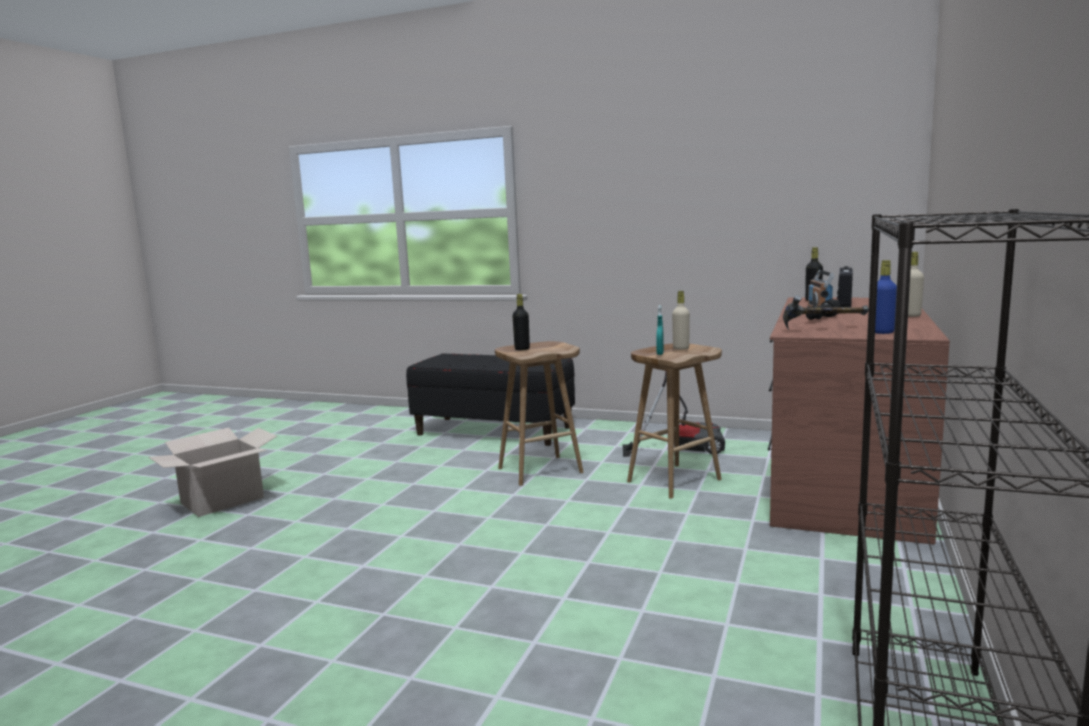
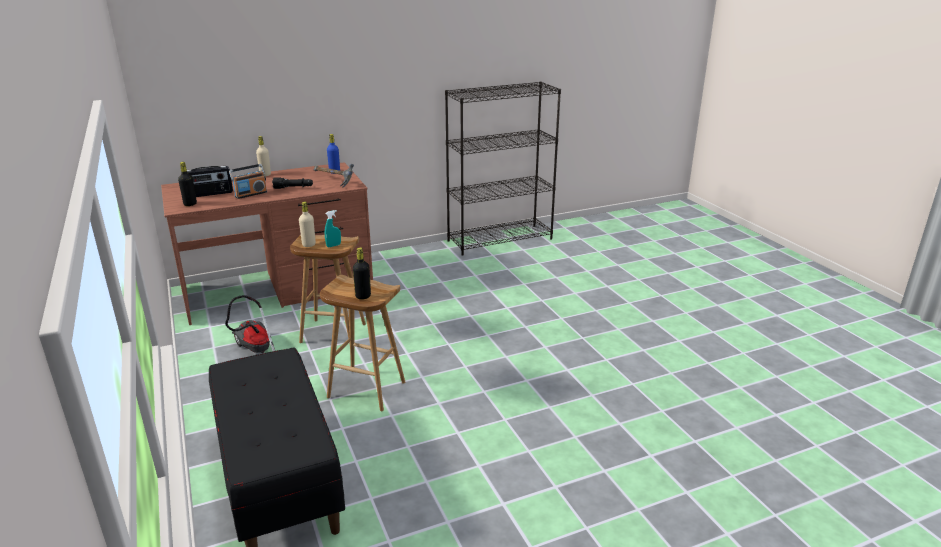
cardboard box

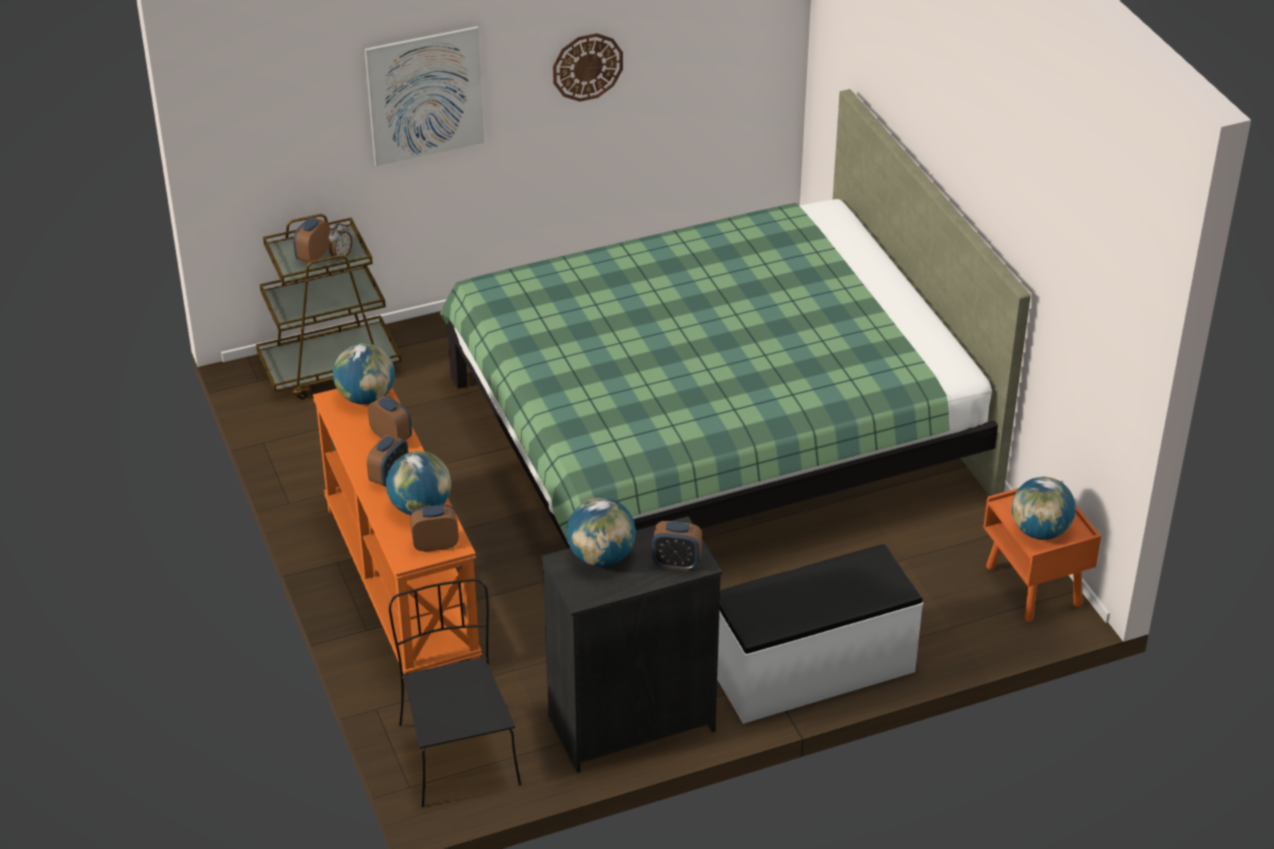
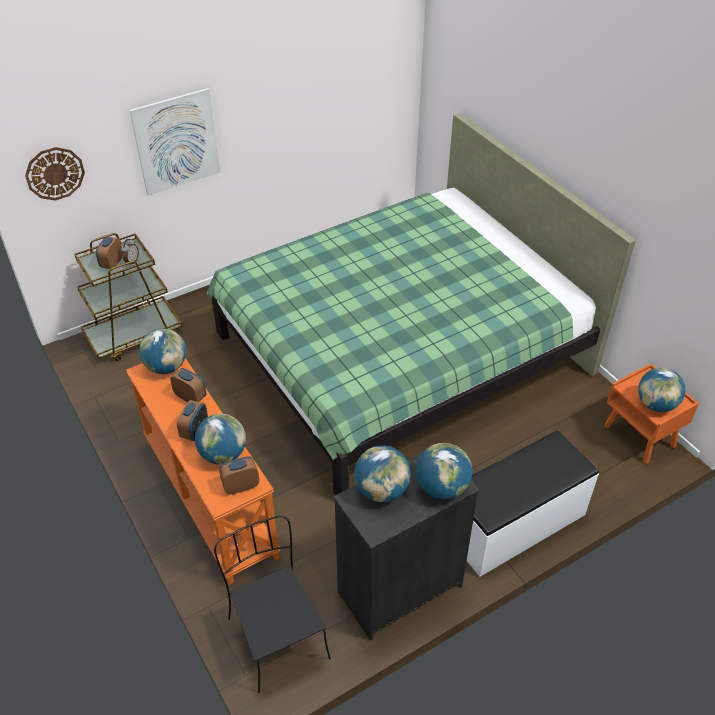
wall clock
desk globe (no. 4 from left)

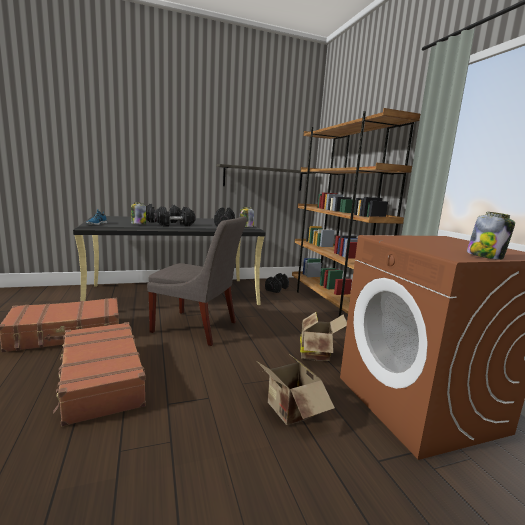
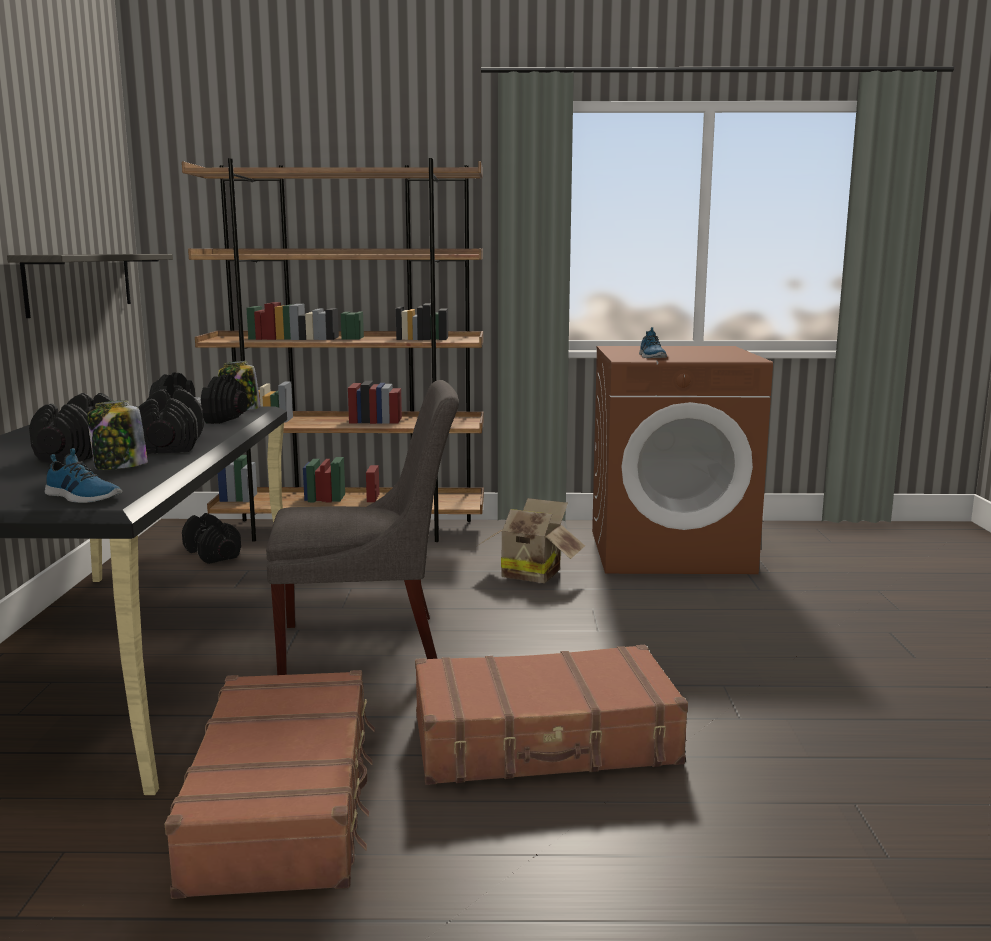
preserve jar (no. 3 from left in the first image)
chair (gray)
cardboard box (no. 1 from left in the first image)
low shoe (no. 2 from left)

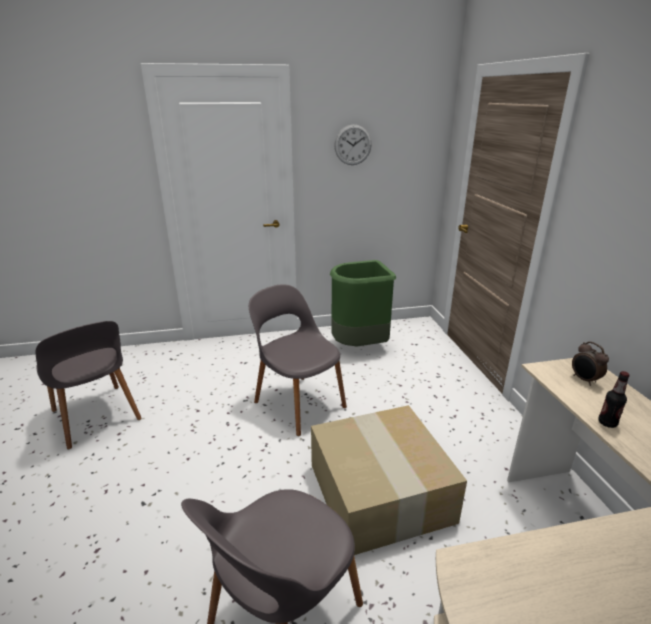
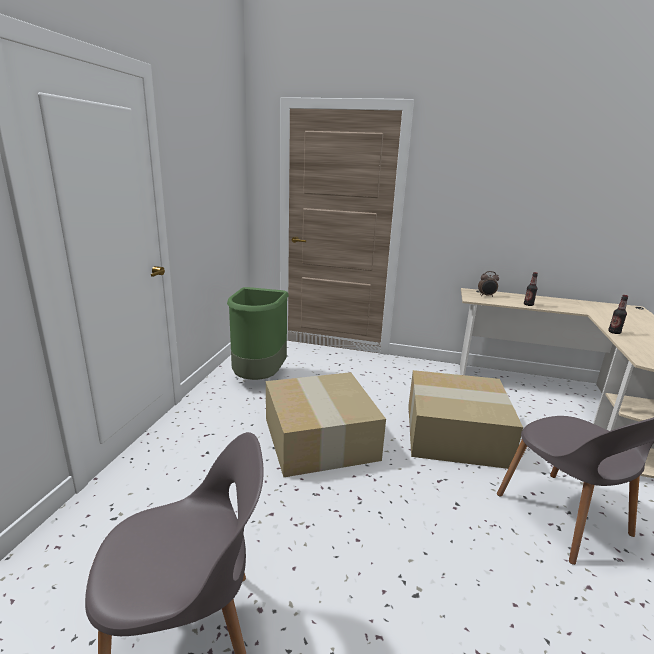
wall clock
cardboard box (no. 1 from left)
bottle (no. 2 from left)

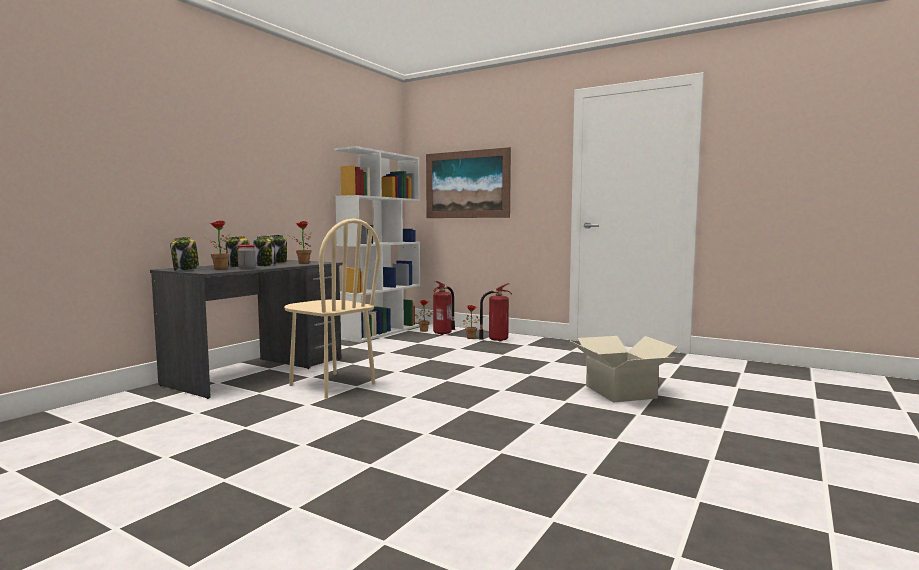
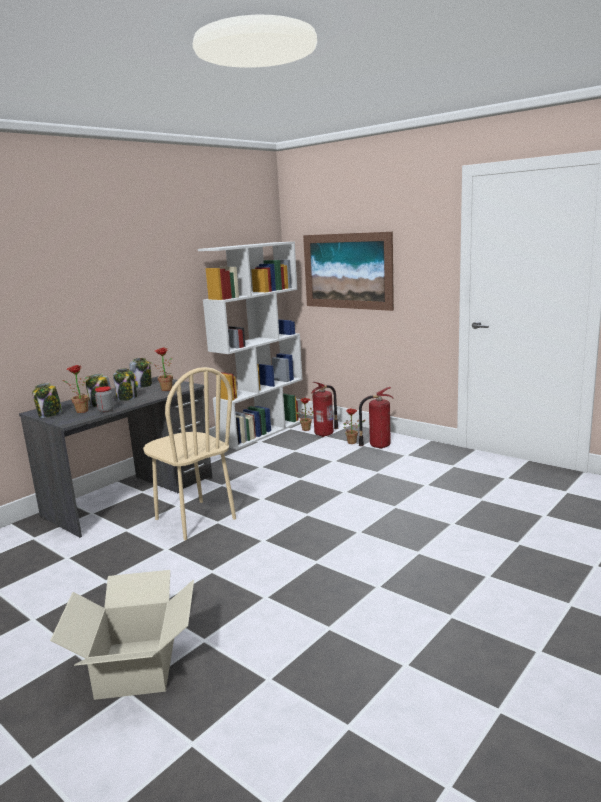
cardboard box

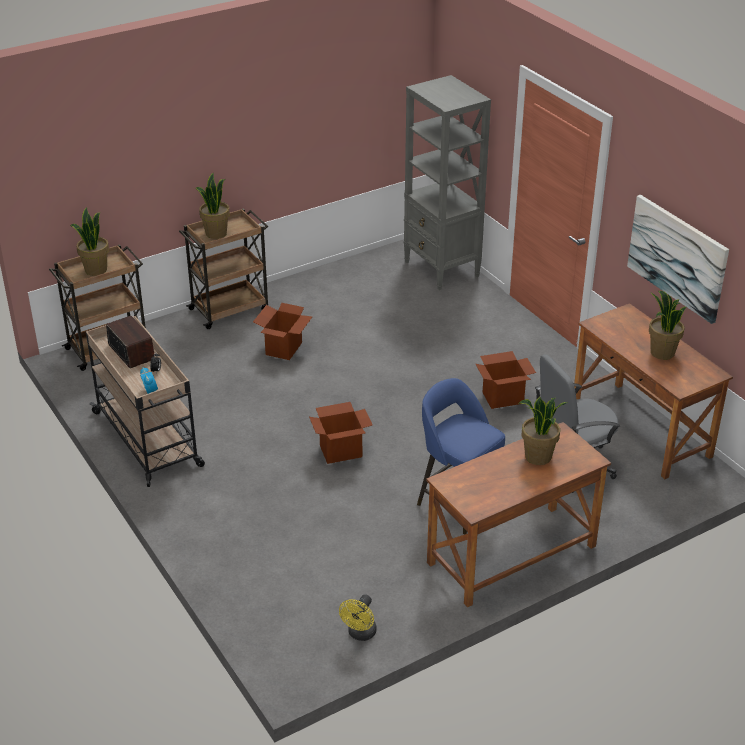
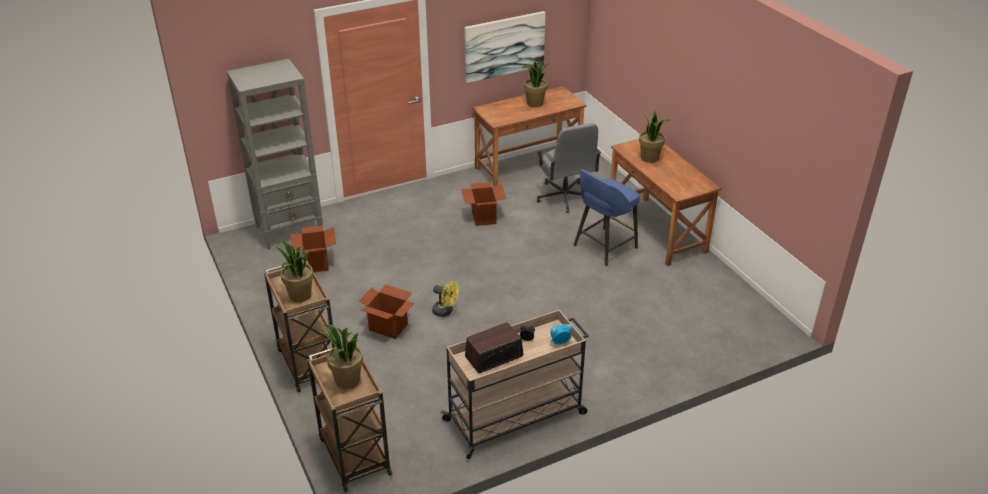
cardboard box (no. 1 from left)
fan (yellowish)

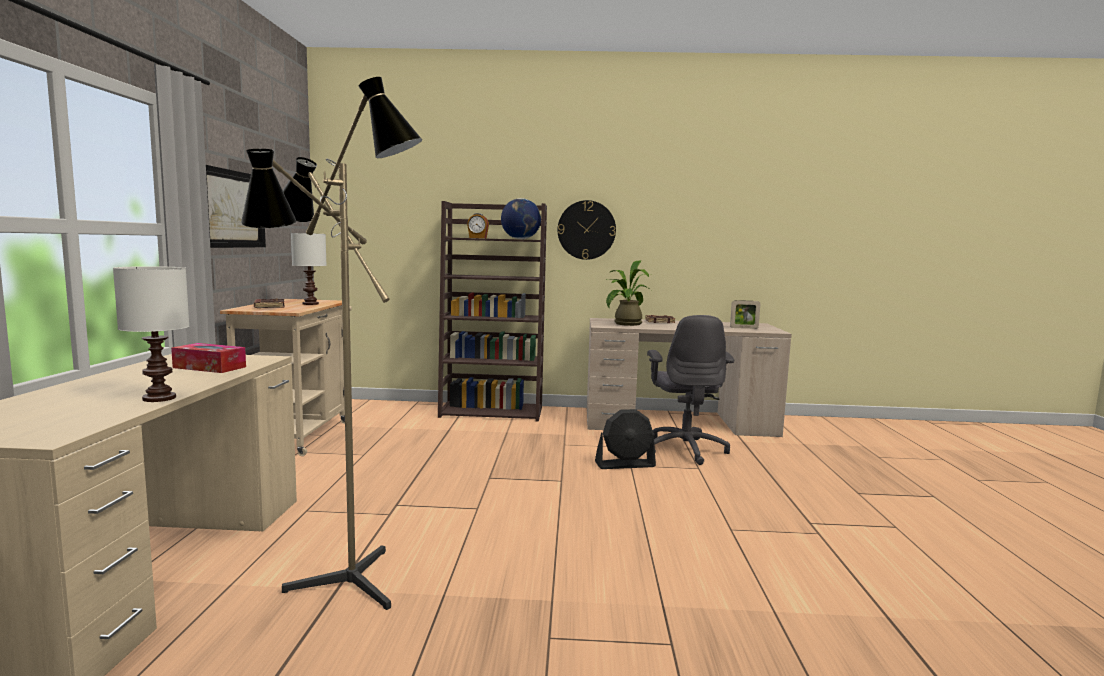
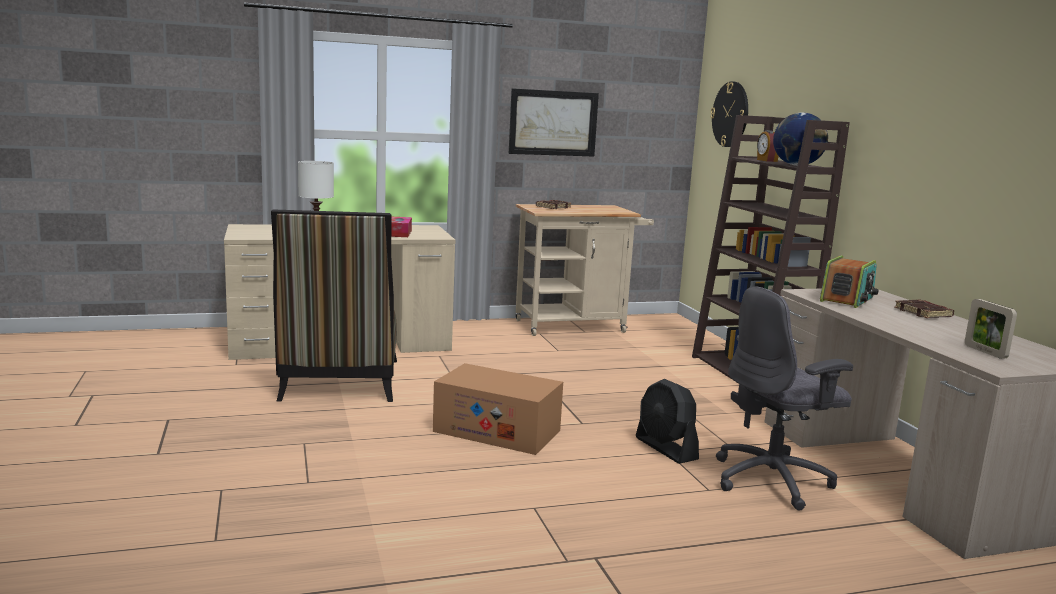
chair
wall clock
table lamp (white) (no. 2 from left in the first image)
radio set
cardboard box

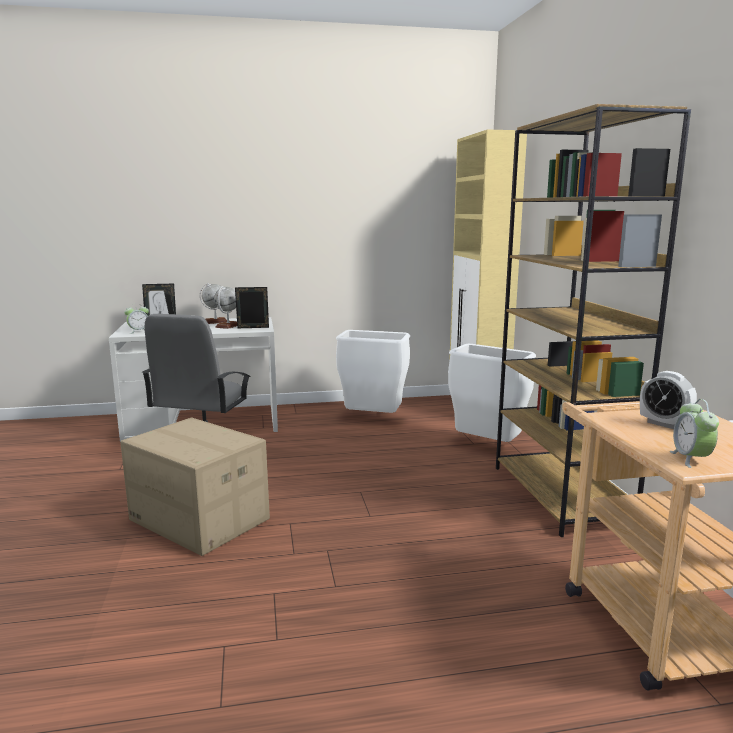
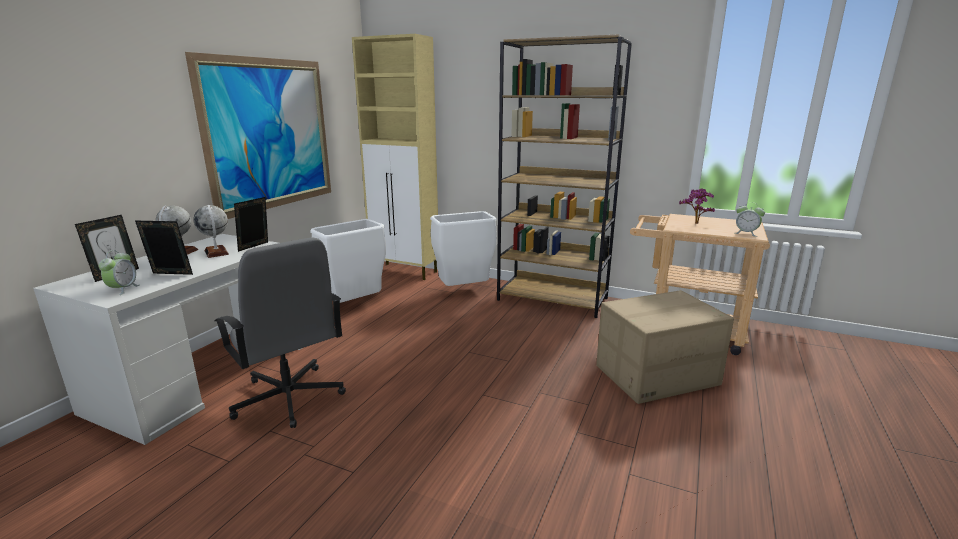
plant in a pot
cardboard box
wall picture

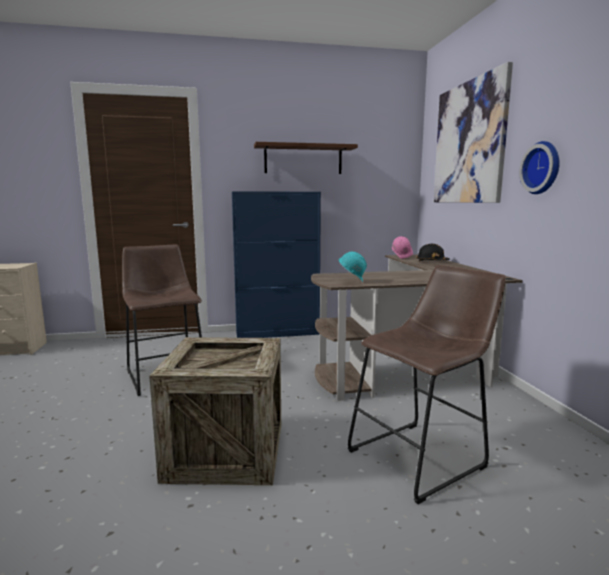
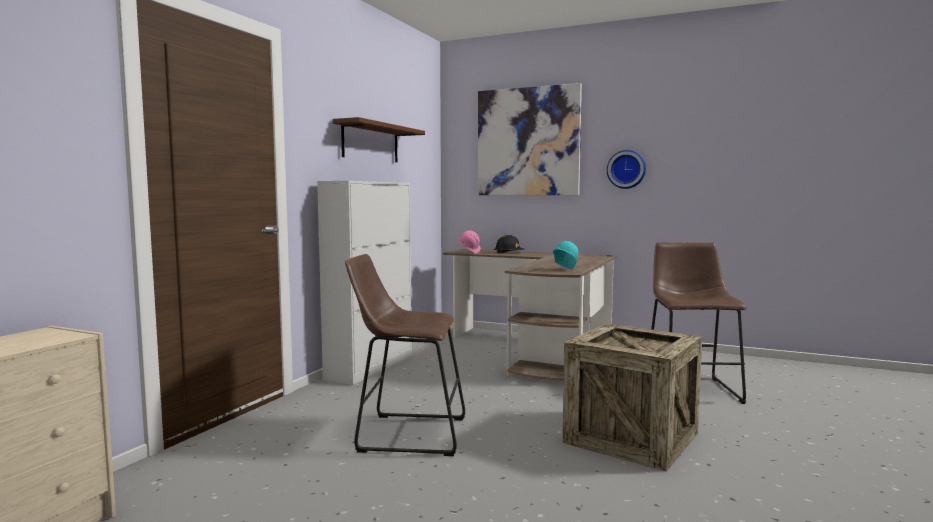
storage cabinet (white)

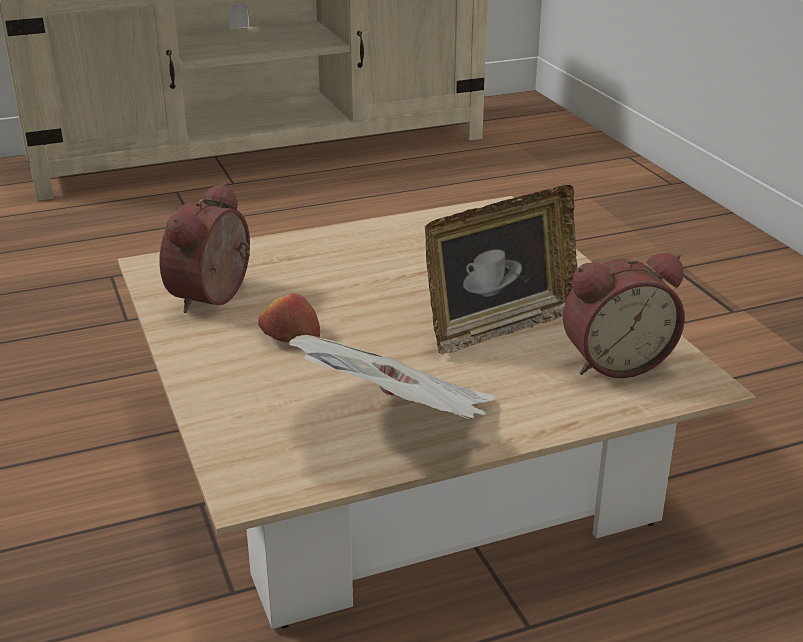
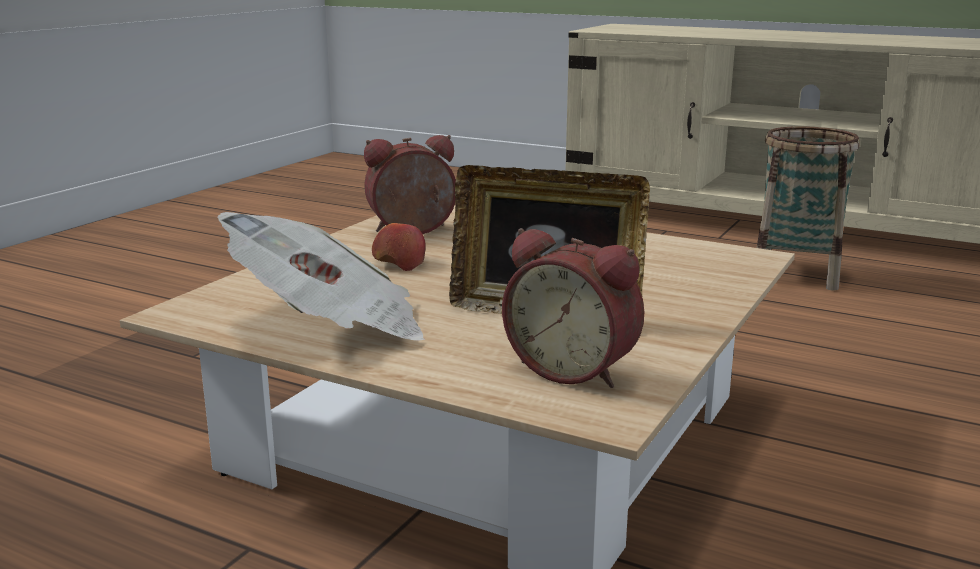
basket

